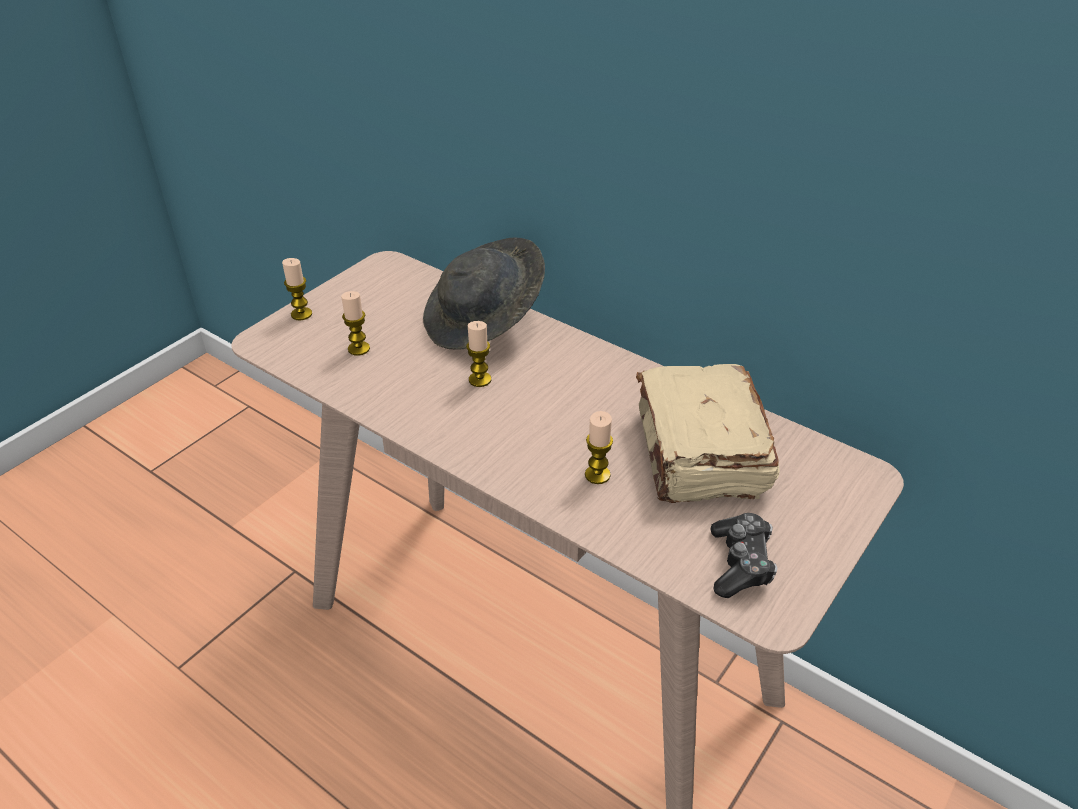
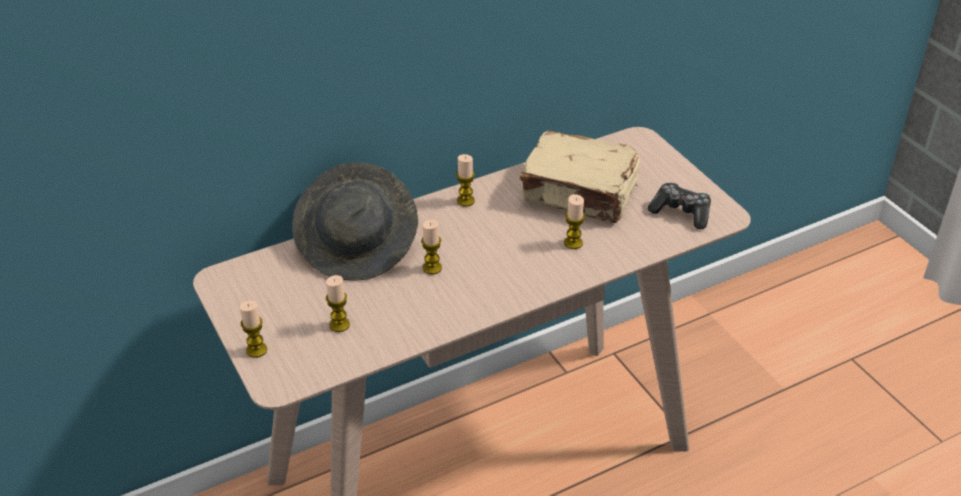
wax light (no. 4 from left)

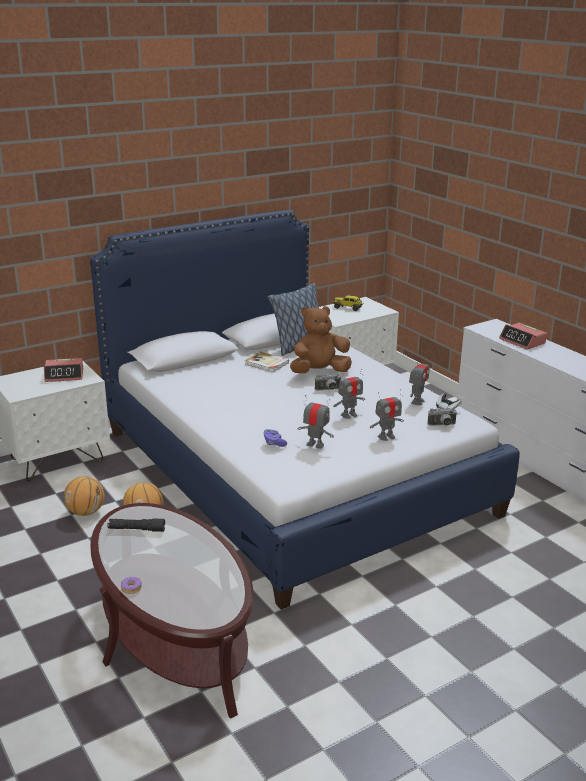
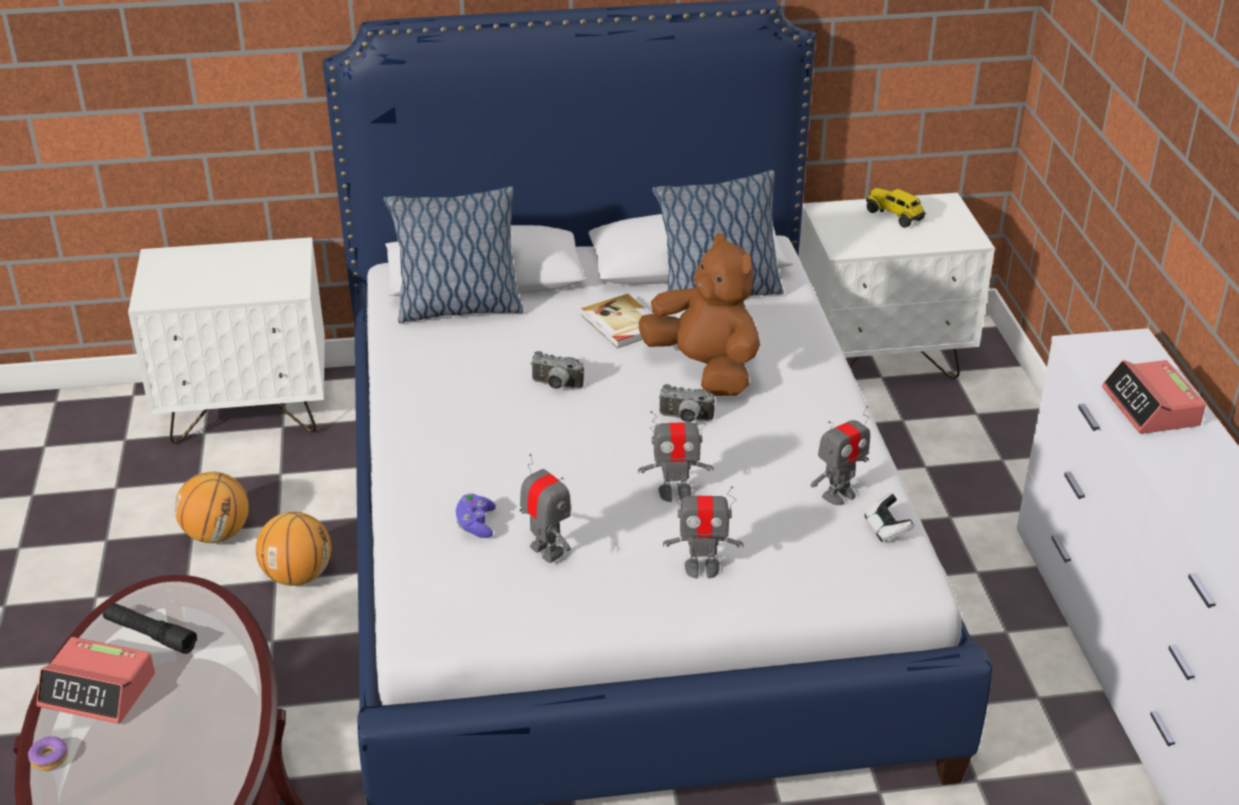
cuddly toy (brownish)
table clock (no. 1 from left)
photo camera (no. 1 from left)
pillow (no. 1 from left)

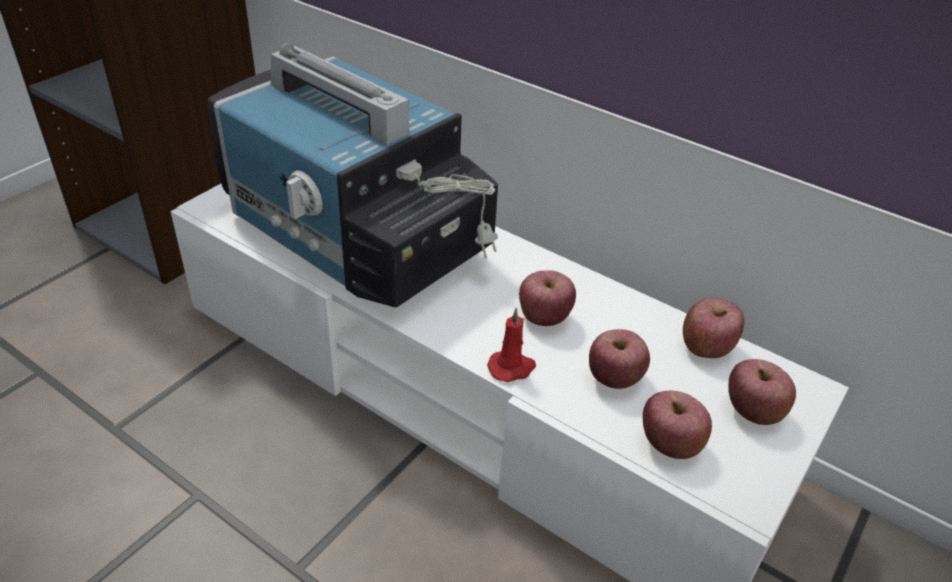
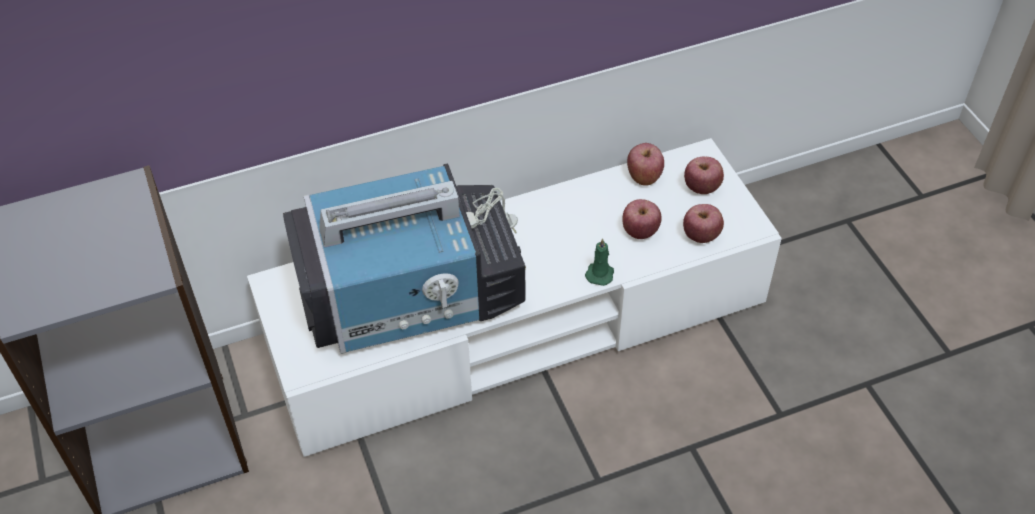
apple fruit (no. 1 from left in the first image)
wax light (greenish)

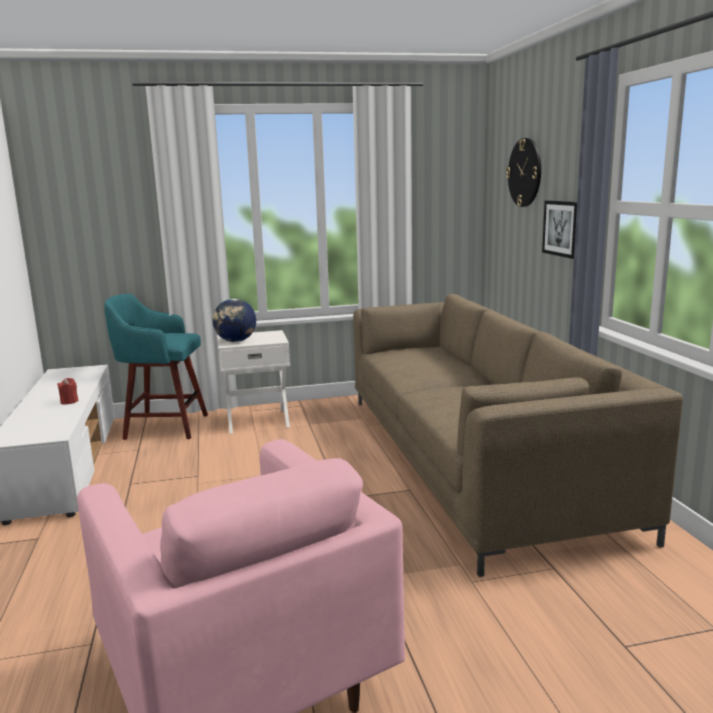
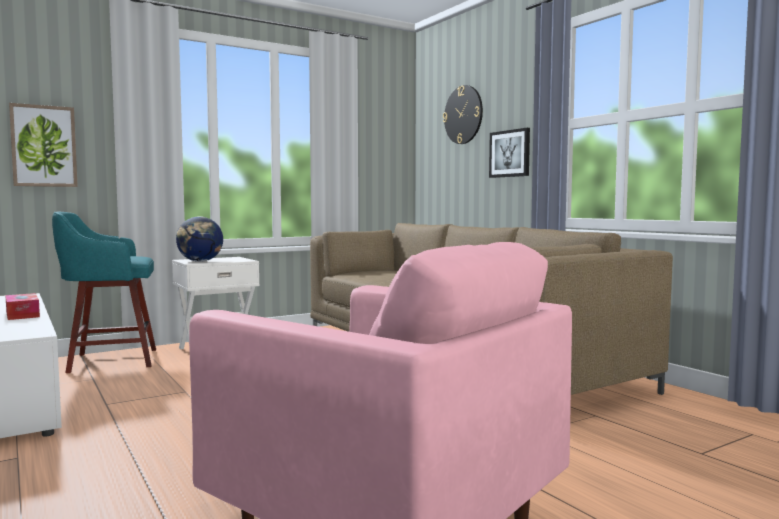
box of tissues
wall picture (no. 1 from left)

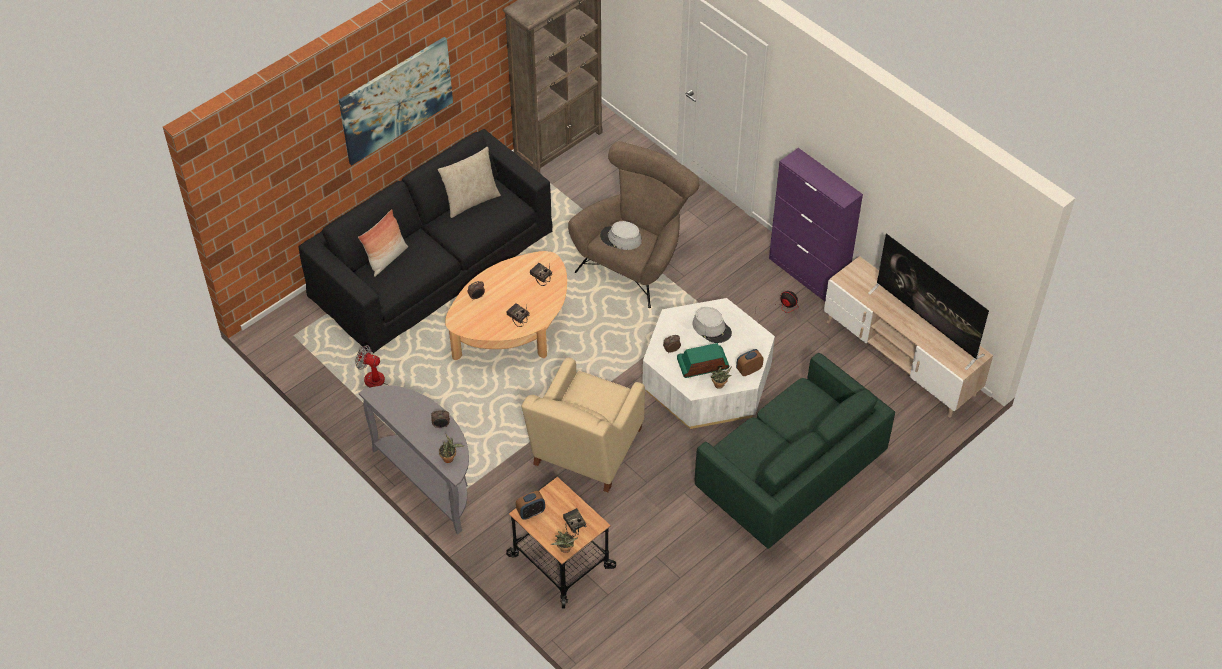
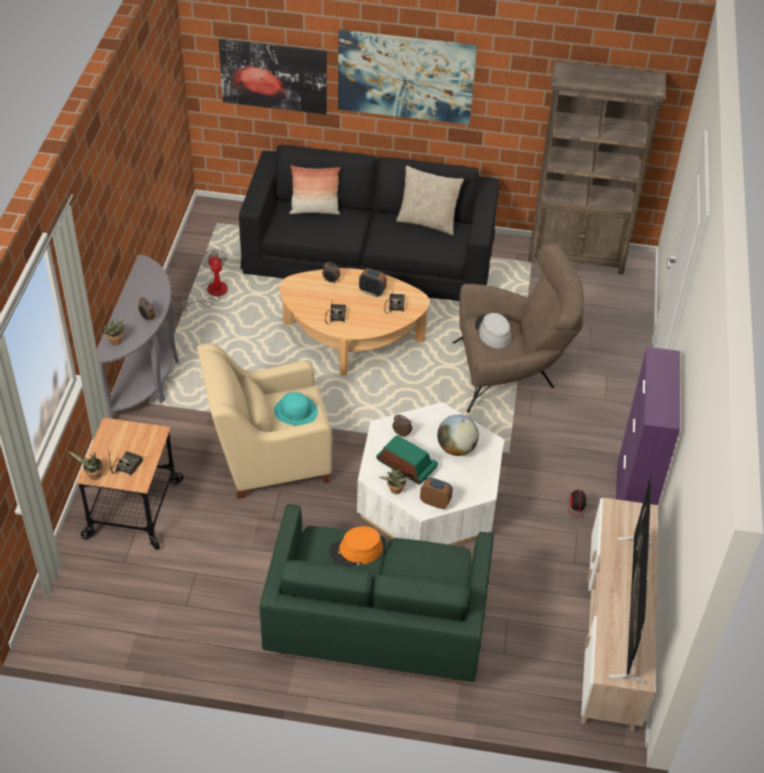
desk globe
table clock (no. 3 from left)
wall picture (no. 1 from left)
hat (turquoise-coloured)
hat (orangey)

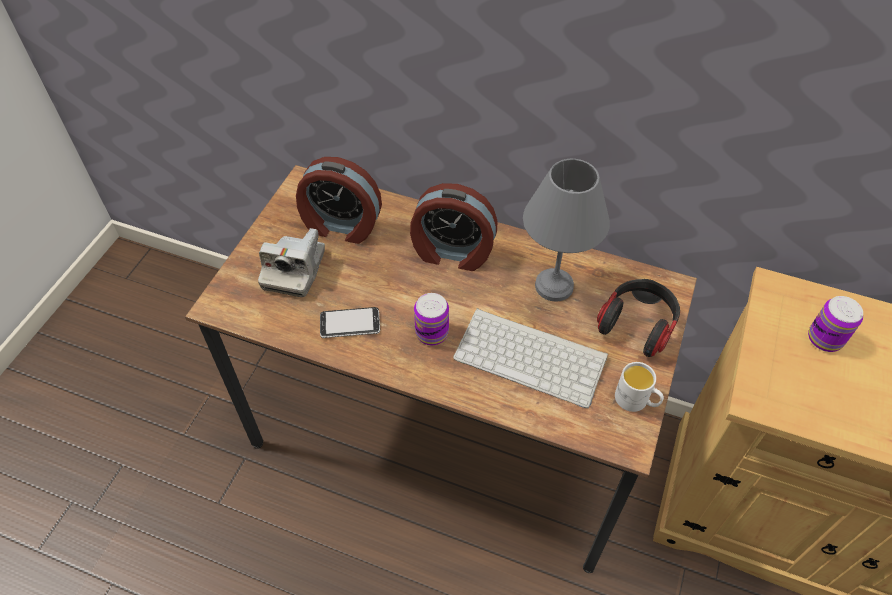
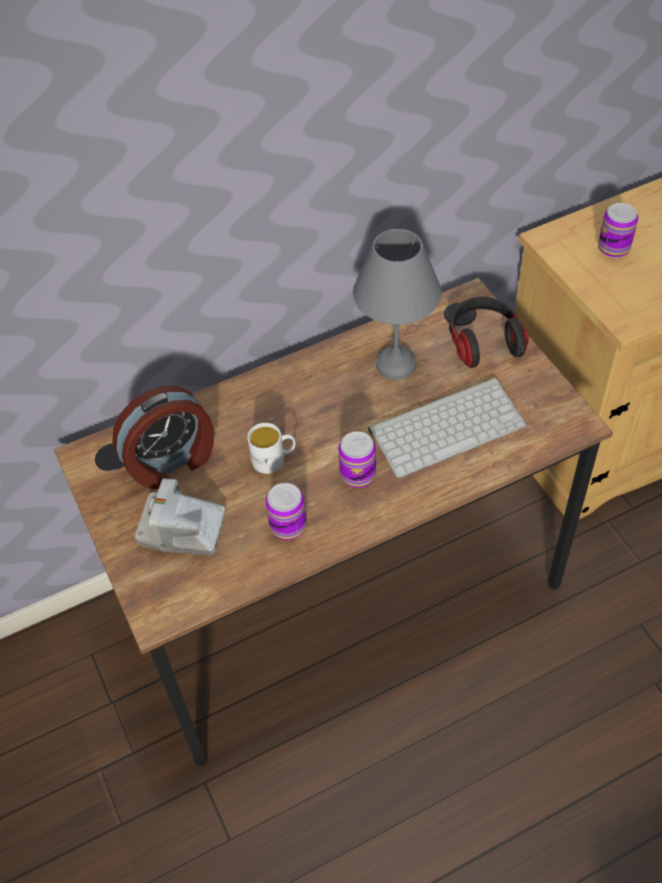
table clock (no. 2 from left in the first image)
photo camera
metal can (no. 1 from left)
mug (white)

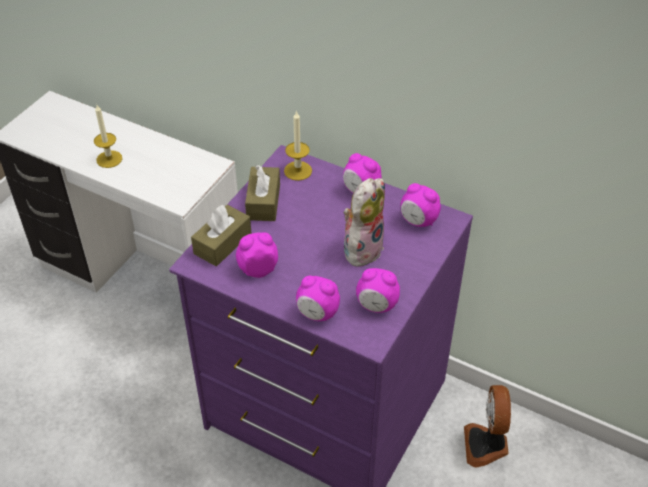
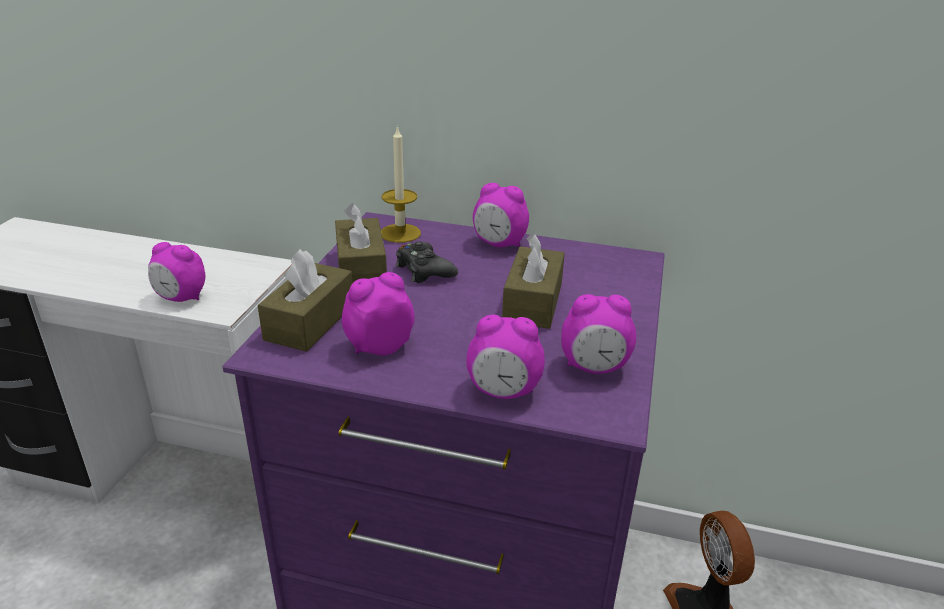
wax light (no. 1 from left in the first image)
box of tissues (brownish) (no. 3 from left)
table clock (no. 1 from left)
joypad (black-coloured)

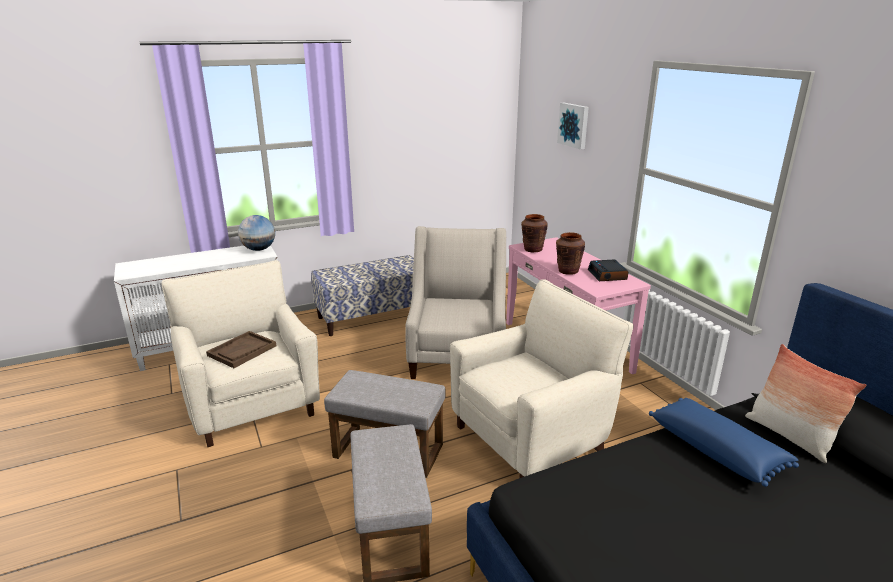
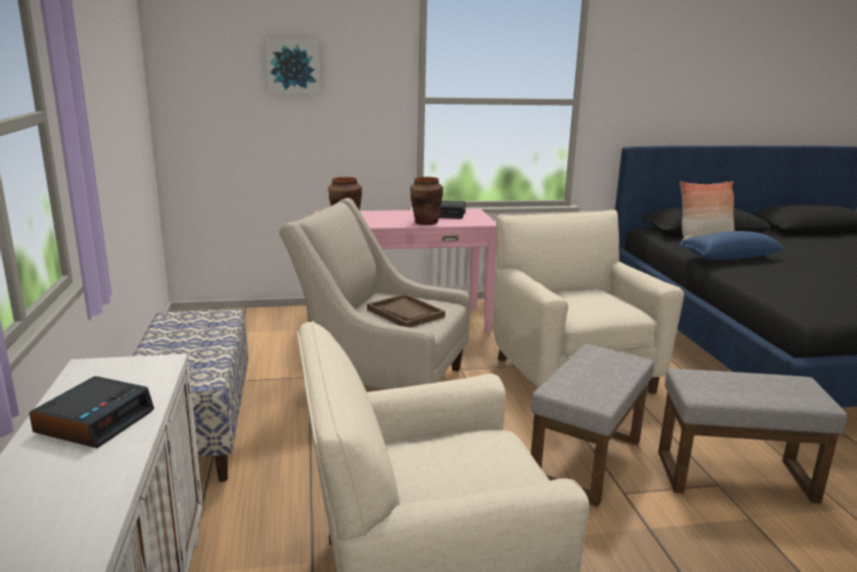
desk globe
tray (brownish)
table clock (no. 1 from left)

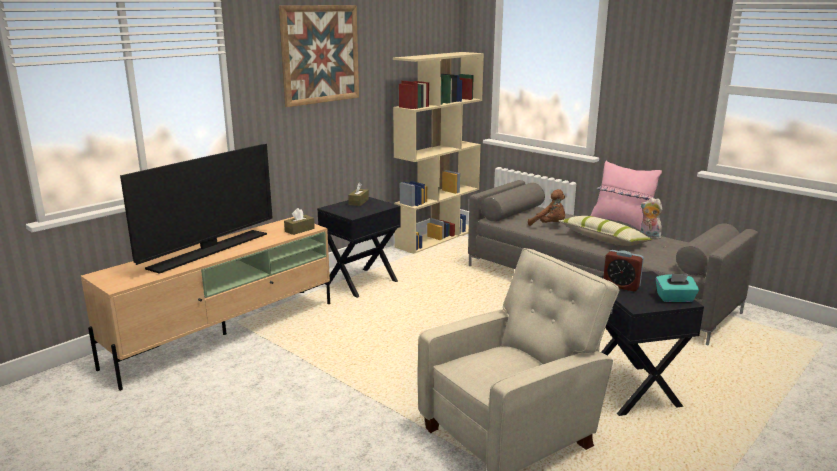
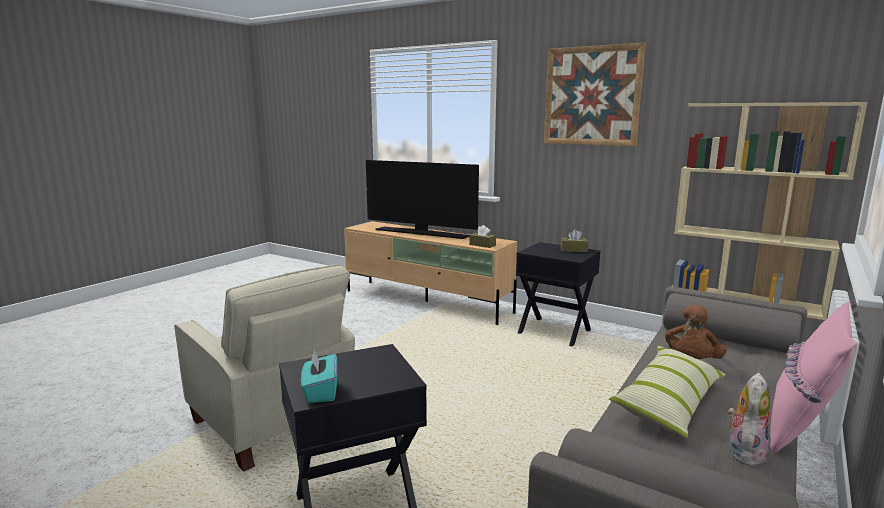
table clock

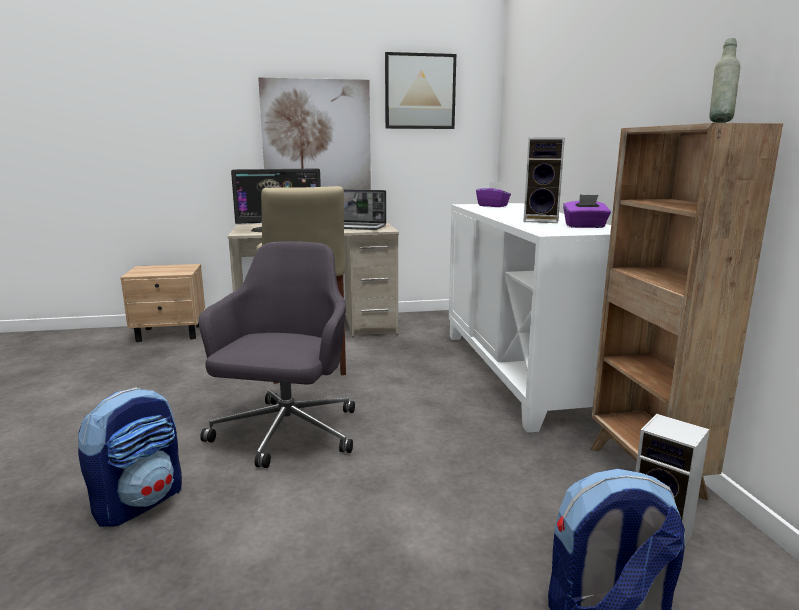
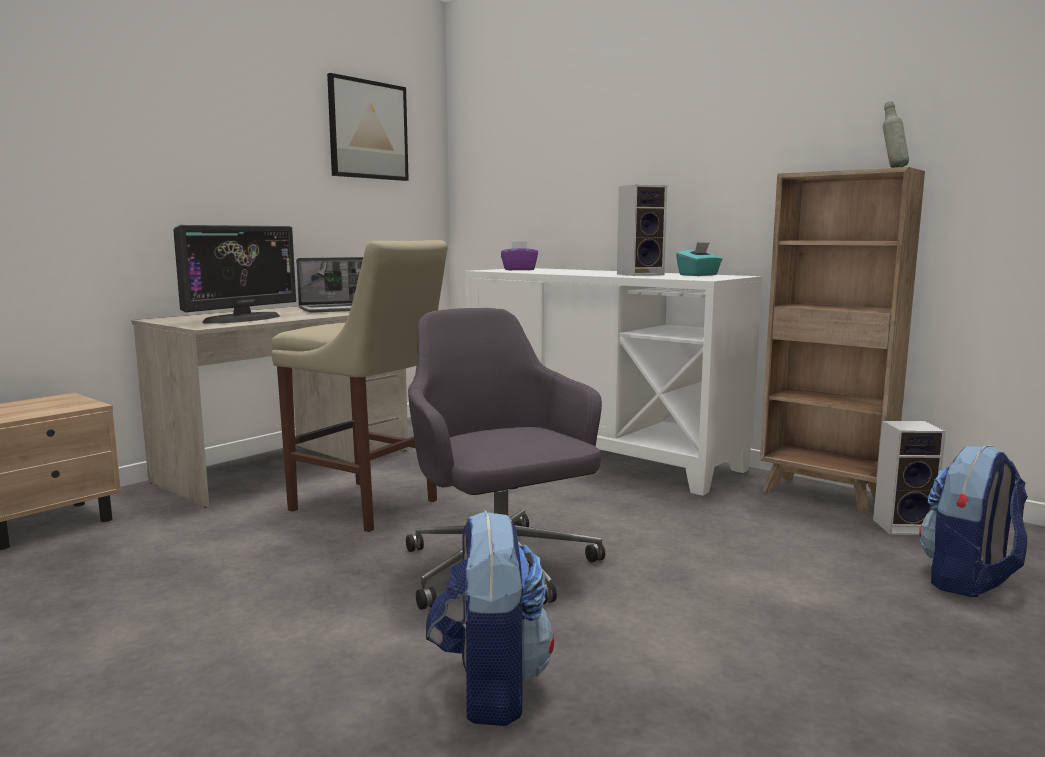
wall picture (no. 1 from left in the first image)
box of tissues (turquoise-coloured)

